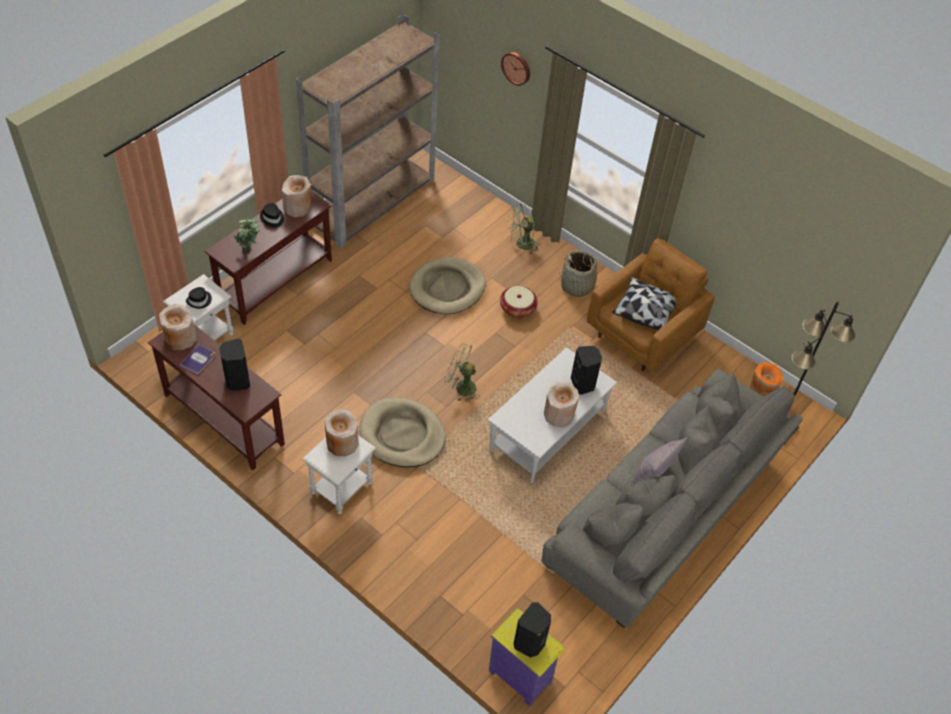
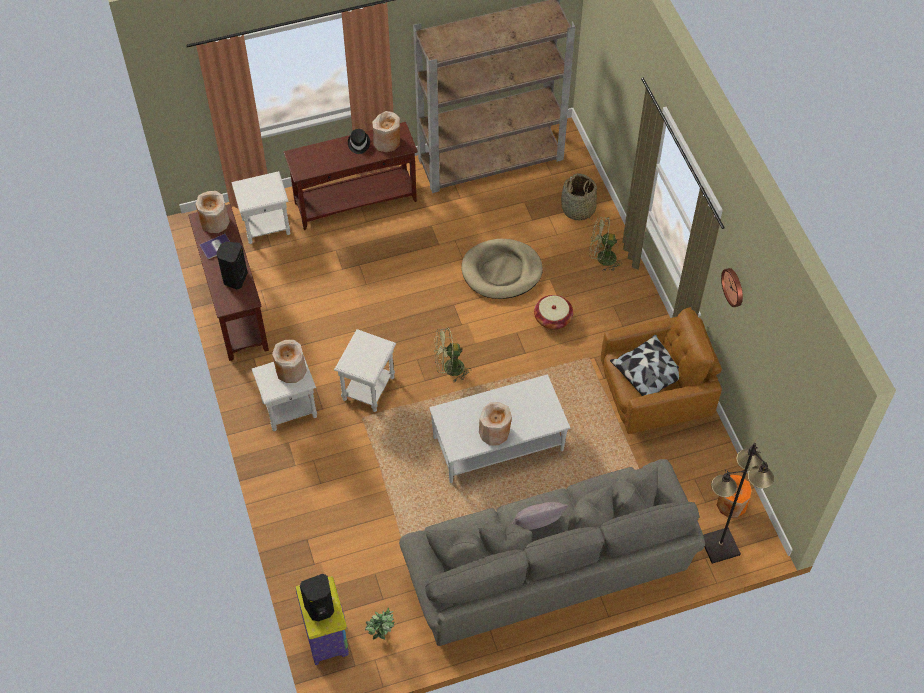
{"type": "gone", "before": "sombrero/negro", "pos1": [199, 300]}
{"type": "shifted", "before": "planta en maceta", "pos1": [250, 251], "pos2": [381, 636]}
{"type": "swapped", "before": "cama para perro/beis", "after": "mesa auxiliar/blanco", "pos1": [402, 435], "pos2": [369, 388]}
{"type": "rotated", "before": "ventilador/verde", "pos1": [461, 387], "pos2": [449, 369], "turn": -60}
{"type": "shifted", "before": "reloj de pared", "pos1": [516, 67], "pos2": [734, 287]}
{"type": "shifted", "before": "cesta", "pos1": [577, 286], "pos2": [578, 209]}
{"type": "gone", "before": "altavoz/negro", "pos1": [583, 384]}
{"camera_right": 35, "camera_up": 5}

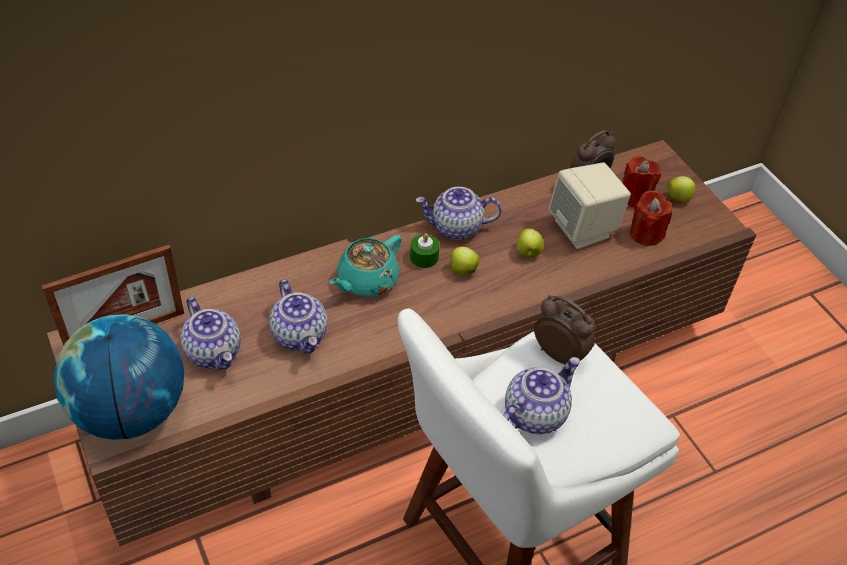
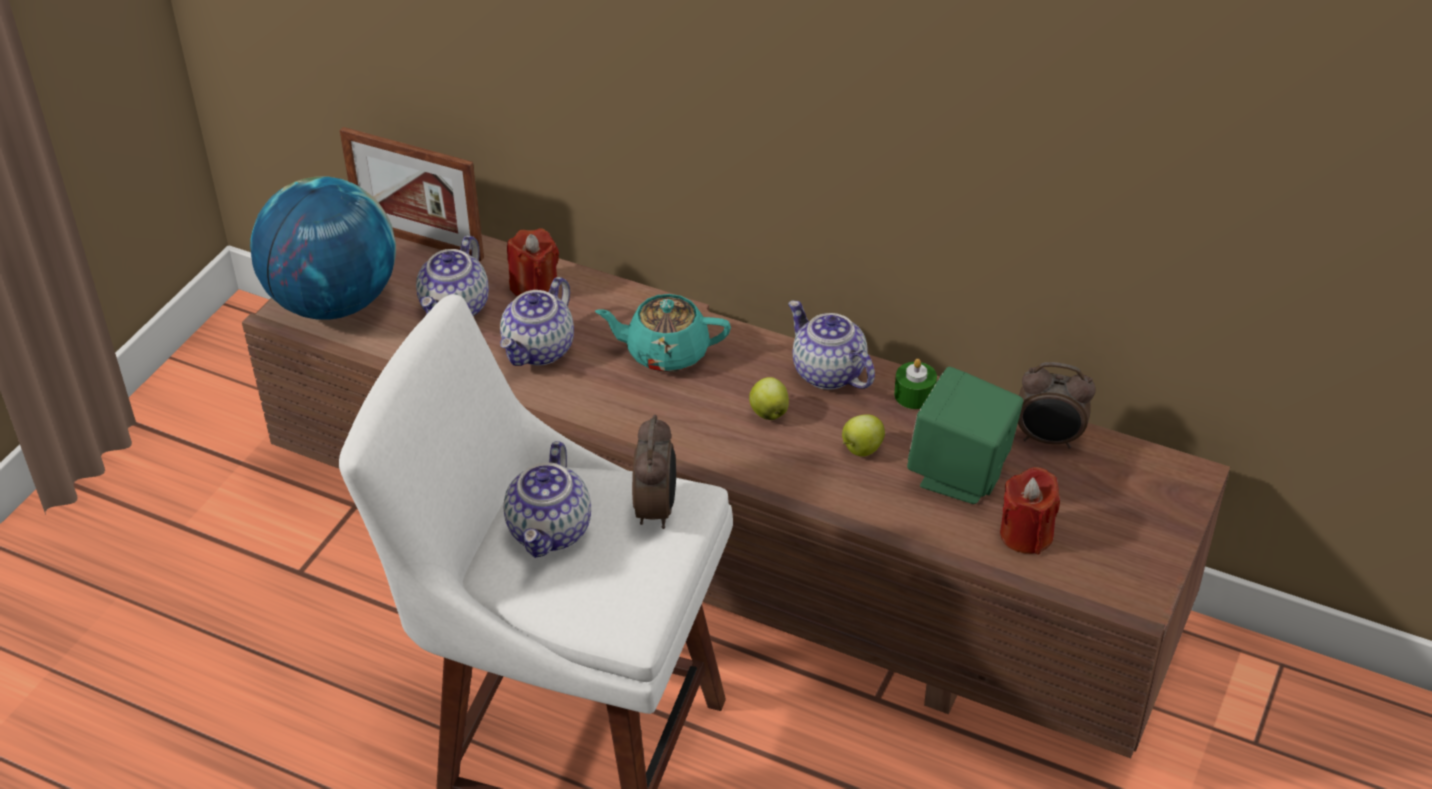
{"type": "shifted", "before": "vela/verde", "pos1": [424, 257], "pos2": [914, 395]}
{"type": "rotated", "before": "tetera", "pos1": [534, 413], "pos2": [551, 531], "turn": 90}
{"type": "repainted", "before": "altavoz/beis", "after": "altavoz/verde", "pos1": [583, 229], "pos2": [960, 475]}
{"type": "shifted", "before": "vela/rojo", "pos1": [635, 196], "pos2": [534, 286]}
{"type": "gone", "before": "manzana", "pos1": [679, 198]}
{"camera_right": 55, "camera_up": -5}

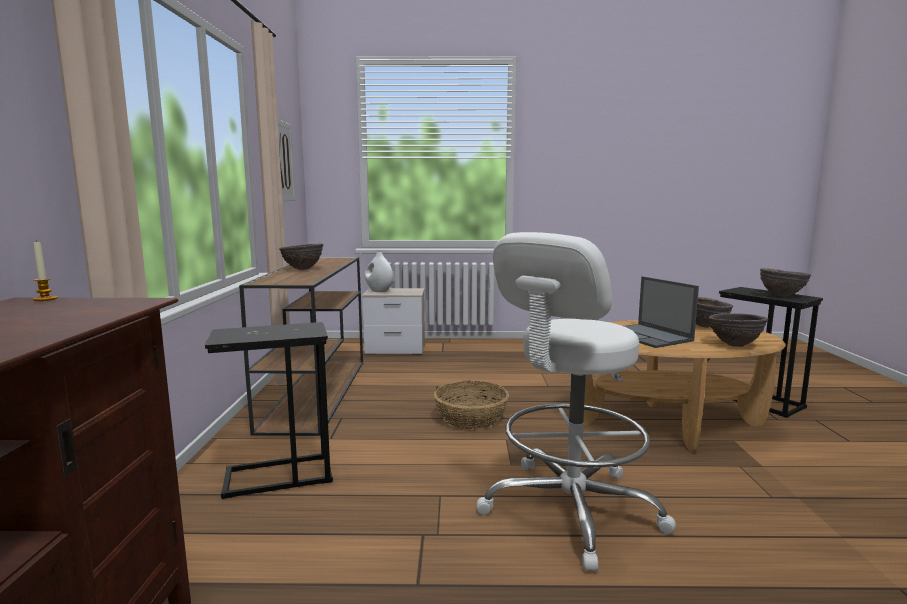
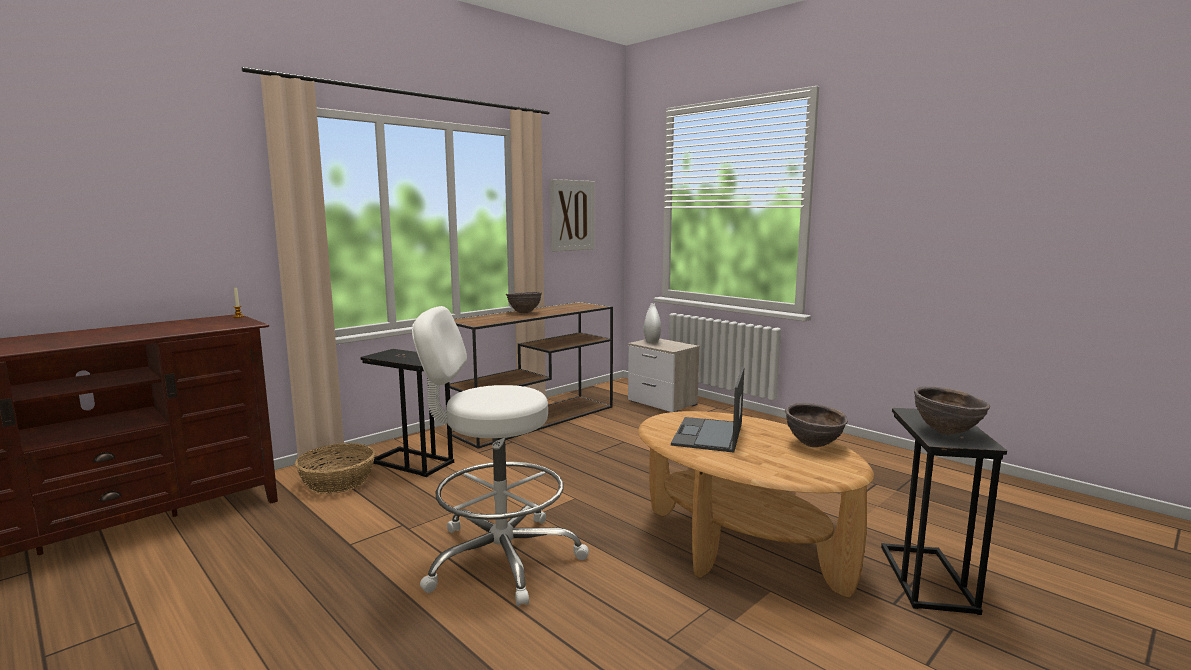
{"type": "shifted", "before": "cesta", "pos1": [471, 418], "pos2": [338, 481]}
{"type": "gone", "before": "cuenco/marrón", "pos1": [734, 345]}
{"camera_right": 45, "camera_up": 0}

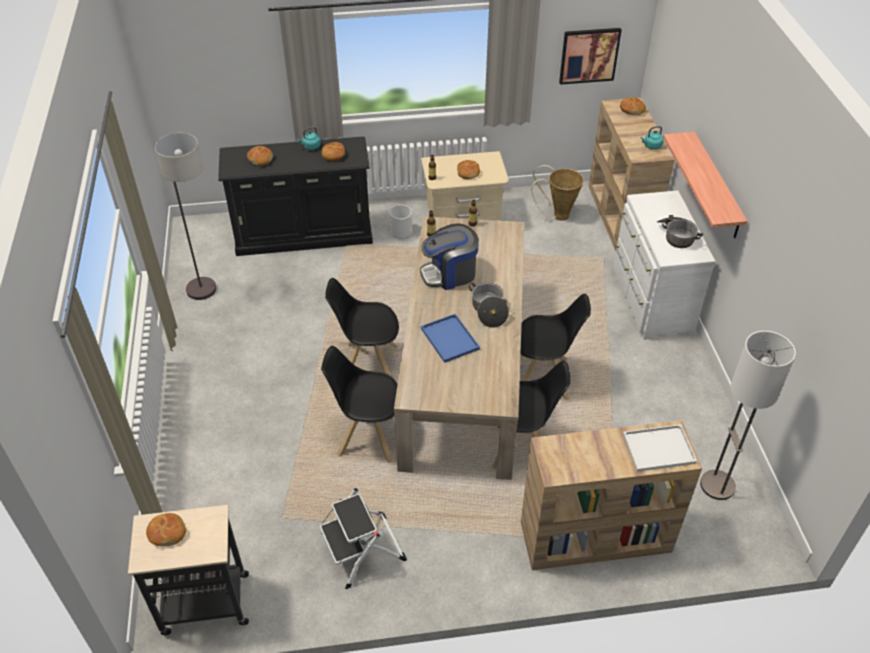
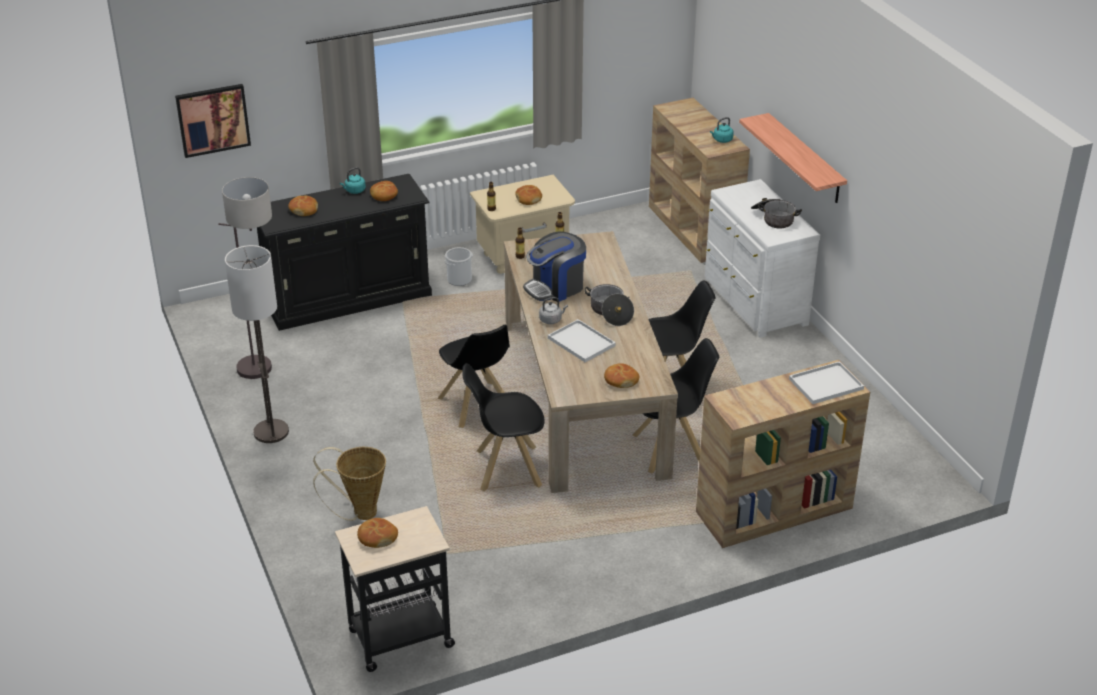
{"type": "gone", "before": "escalera de tijera", "pos1": [362, 548]}
{"type": "rotated", "before": "silla/negro", "pos1": [367, 363], "pos2": [477, 406], "turn": -105}
{"type": "repainted", "before": "bandeja/azul", "after": "bandeja/blanco", "pos1": [451, 339], "pos2": [582, 342]}
{"type": "shifted", "before": "cesta", "pos1": [557, 215], "pos2": [359, 513]}
{"type": "shifted", "before": "cuadro", "pos1": [589, 55], "pos2": [213, 120]}
{"type": "shifted", "before": "pan", "pos1": [631, 110], "pos2": [621, 380]}
{"type": "shifted", "before": "lámpara de pie", "pos1": [717, 485], "pos2": [271, 432]}
{"type": "new", "after": "hervidor/gris", "pos2": [551, 320]}
{"camera_right": -15, "camera_up": -10}

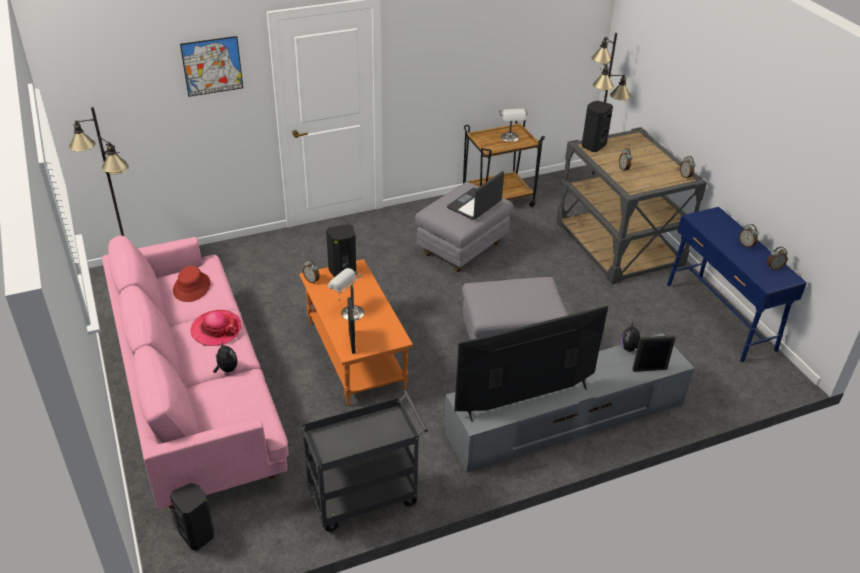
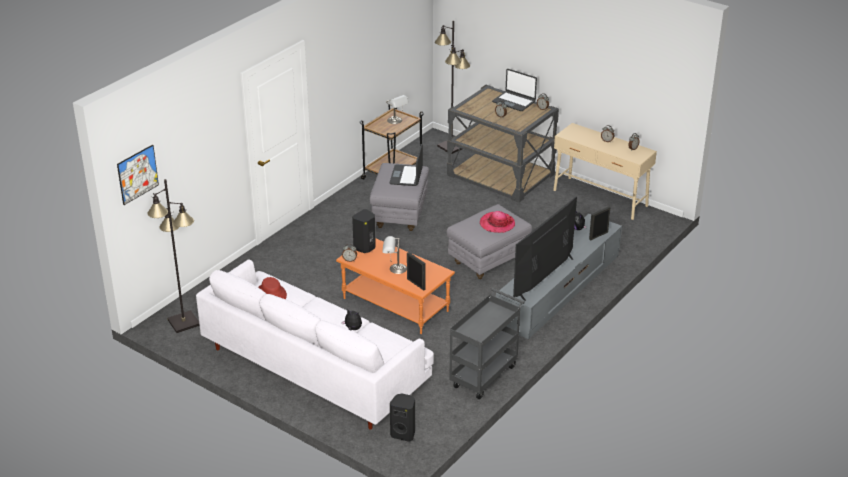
{"type": "repainted", "before": "sofá/rosa", "after": "sofá/blanco", "pos1": [196, 395], "pos2": [315, 368]}
{"type": "shifted", "before": "cuadro", "pos1": [212, 66], "pos2": [137, 174]}
{"type": "shifted", "before": "sombrero", "pos1": [216, 330], "pos2": [497, 224]}
{"type": "gone", "before": "altavoz/negro", "pos1": [592, 146]}
{"type": "repainted", "before": "mesa consola/azul", "after": "mesa consola/beis", "pos1": [719, 317], "pos2": [600, 199]}
{"type": "new", "after": "portátil", "pos2": [514, 101]}
{"camera_right": -30, "camera_up": -5}

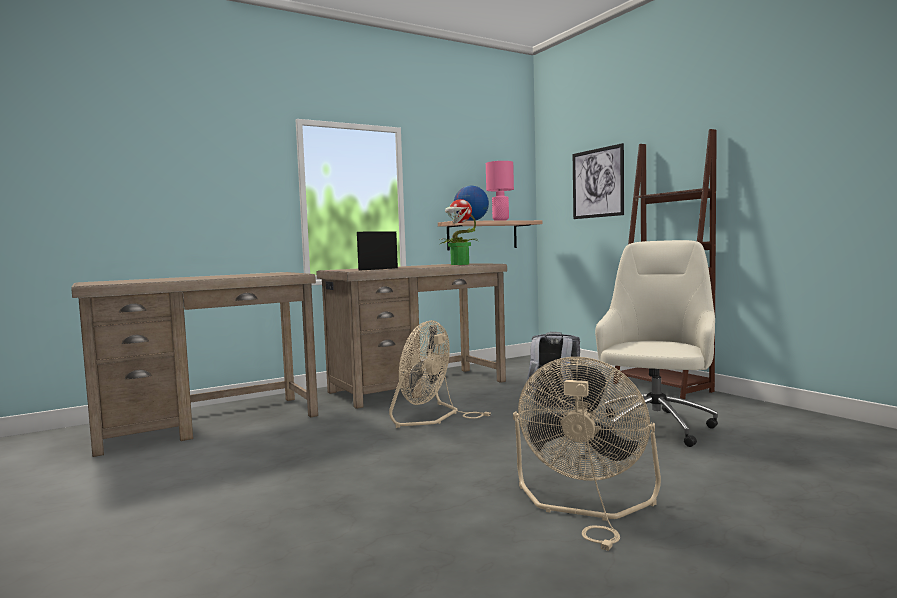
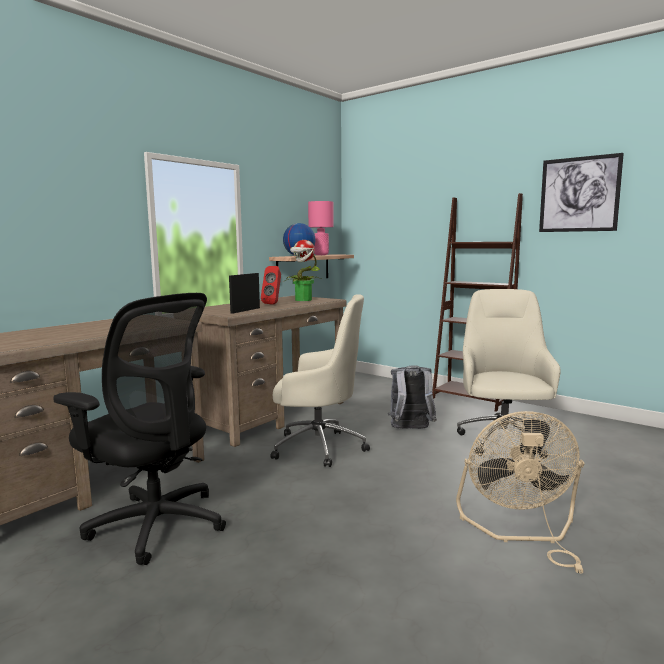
{"type": "swapped", "before": "ventilador/beis", "after": "silla de oficina/beis", "pos1": [437, 416], "pos2": [319, 448]}
{"type": "shifted", "before": "cuadro", "pos1": [597, 183], "pos2": [579, 194]}
{"type": "new", "after": "silla de oficina/negro", "pos2": [151, 523]}
{"type": "new", "after": "altavoz/rojo", "pos2": [273, 304]}
{"camera_right": -20, "camera_up": 5}

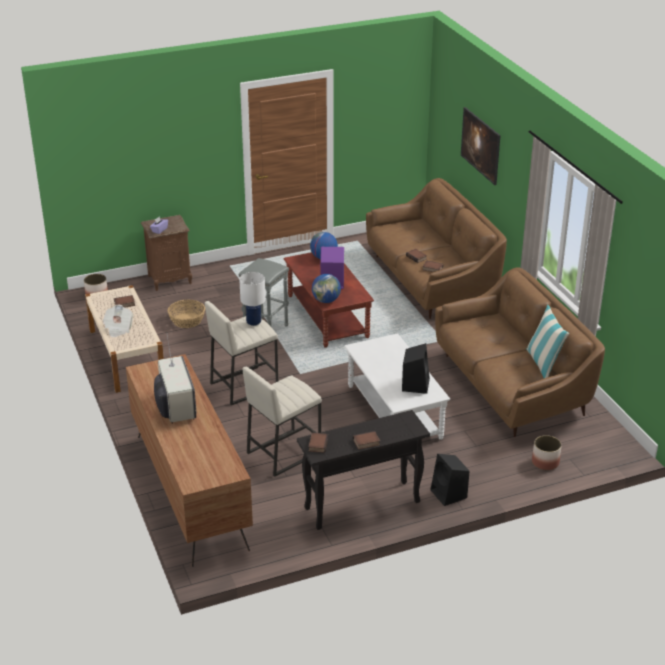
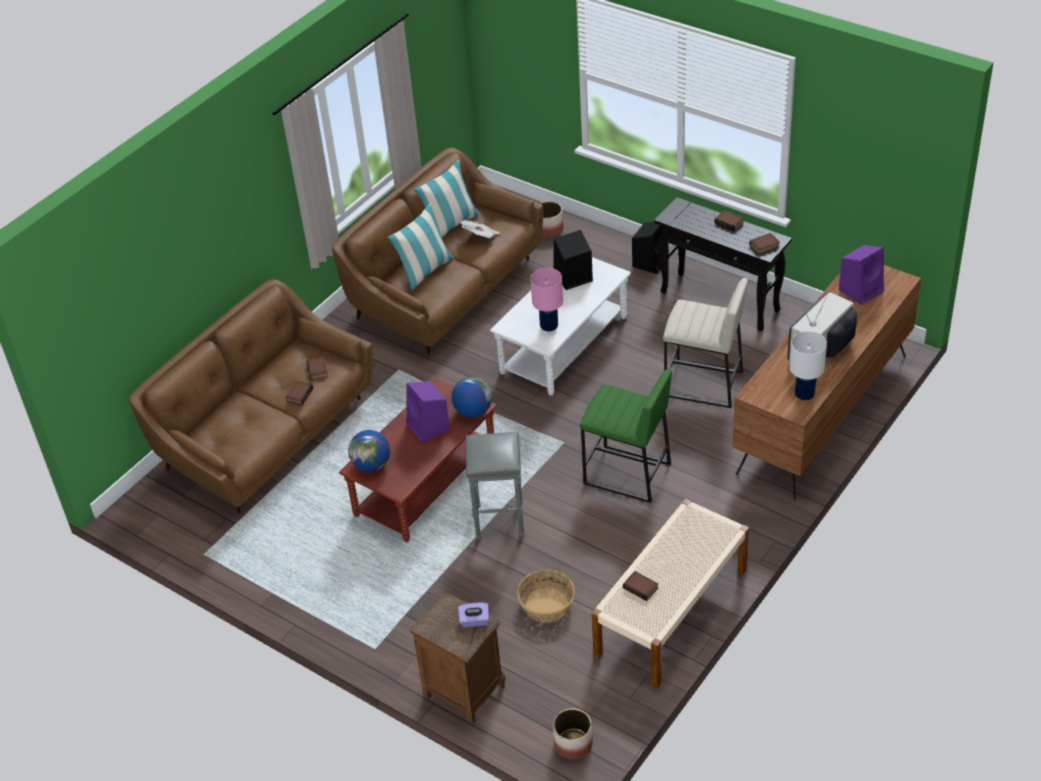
{"type": "shifted", "before": "periódico", "pos1": [118, 328], "pos2": [481, 237]}
{"type": "repainted", "before": "taburete/beis", "after": "taburete/verde", "pos1": [244, 385], "pos2": [627, 473]}
{"type": "shifted", "before": "lámpara de mesa/blanco", "pos1": [254, 323], "pos2": [804, 395]}
{"type": "gone", "before": "cuadro", "pos1": [479, 157]}
{"type": "new", "after": "cojín", "pos2": [425, 271]}
{"type": "new", "after": "lámpara de mesa/rosa", "pos2": [549, 327]}
{"type": "new", "after": "altavoz/morado", "pos2": [861, 290]}
{"camera_right": -120, "camera_up": 10}

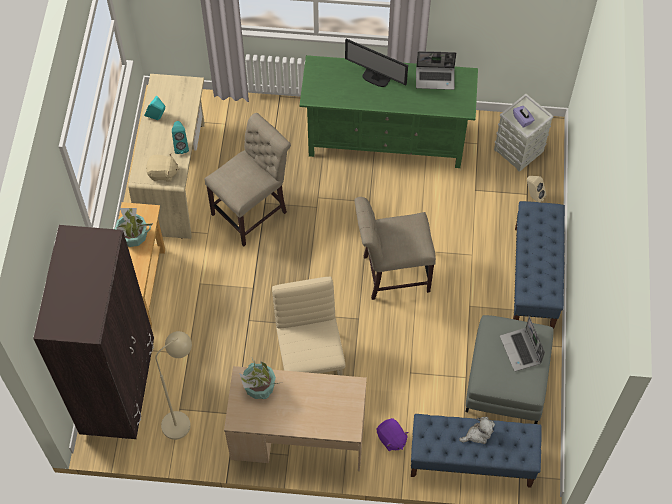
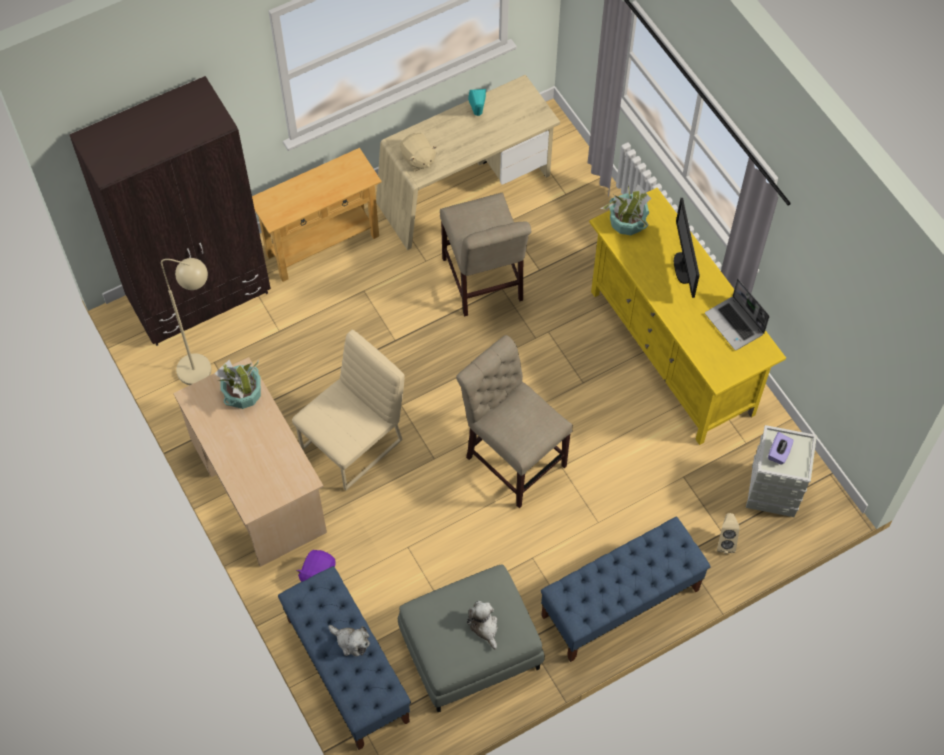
{"type": "shifted", "before": "planta en maceta", "pos1": [133, 235], "pos2": [627, 222]}
{"type": "gone", "before": "altavoz/turquesa", "pos1": [181, 146]}
{"type": "rotated", "before": "silla/beis", "pos1": [253, 211], "pos2": [483, 284], "turn": 60}
{"type": "repainted", "before": "cómoda/verde", "after": "cómoda/amarillo", "pos1": [386, 141], "pos2": [671, 352]}
{"type": "swapped", "before": "portátil", "after": "peluche", "pos1": [521, 350], "pos2": [484, 626]}
{"camera_right": 55, "camera_up": 0}

